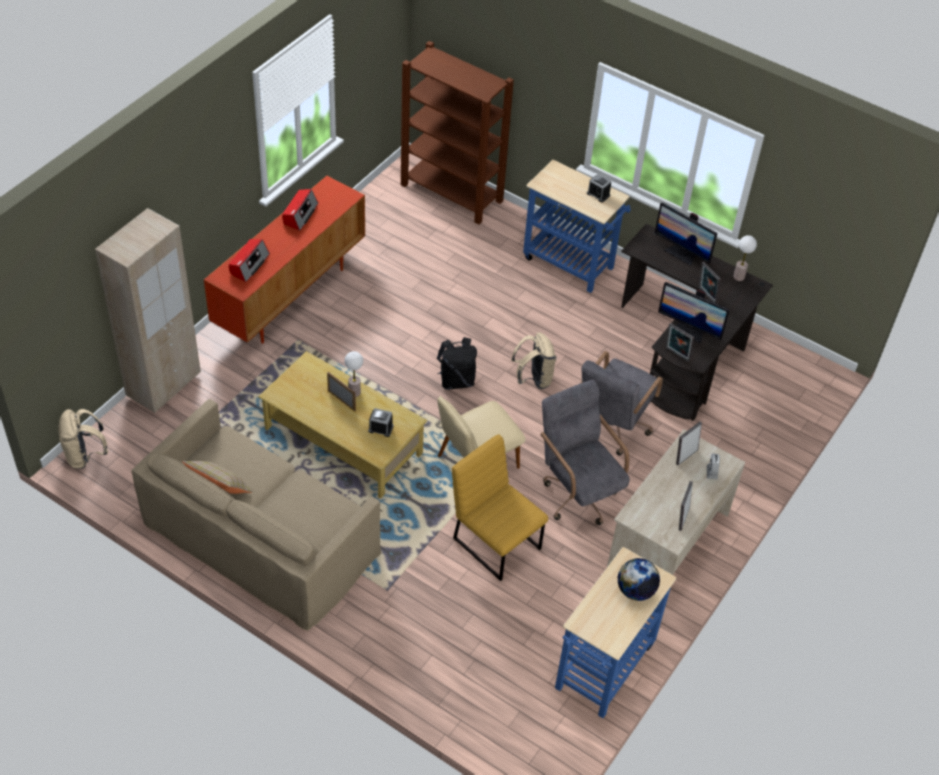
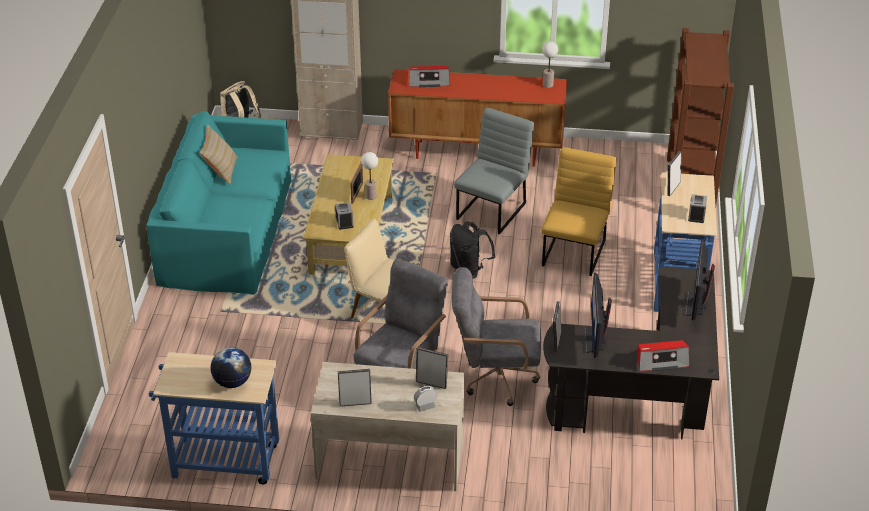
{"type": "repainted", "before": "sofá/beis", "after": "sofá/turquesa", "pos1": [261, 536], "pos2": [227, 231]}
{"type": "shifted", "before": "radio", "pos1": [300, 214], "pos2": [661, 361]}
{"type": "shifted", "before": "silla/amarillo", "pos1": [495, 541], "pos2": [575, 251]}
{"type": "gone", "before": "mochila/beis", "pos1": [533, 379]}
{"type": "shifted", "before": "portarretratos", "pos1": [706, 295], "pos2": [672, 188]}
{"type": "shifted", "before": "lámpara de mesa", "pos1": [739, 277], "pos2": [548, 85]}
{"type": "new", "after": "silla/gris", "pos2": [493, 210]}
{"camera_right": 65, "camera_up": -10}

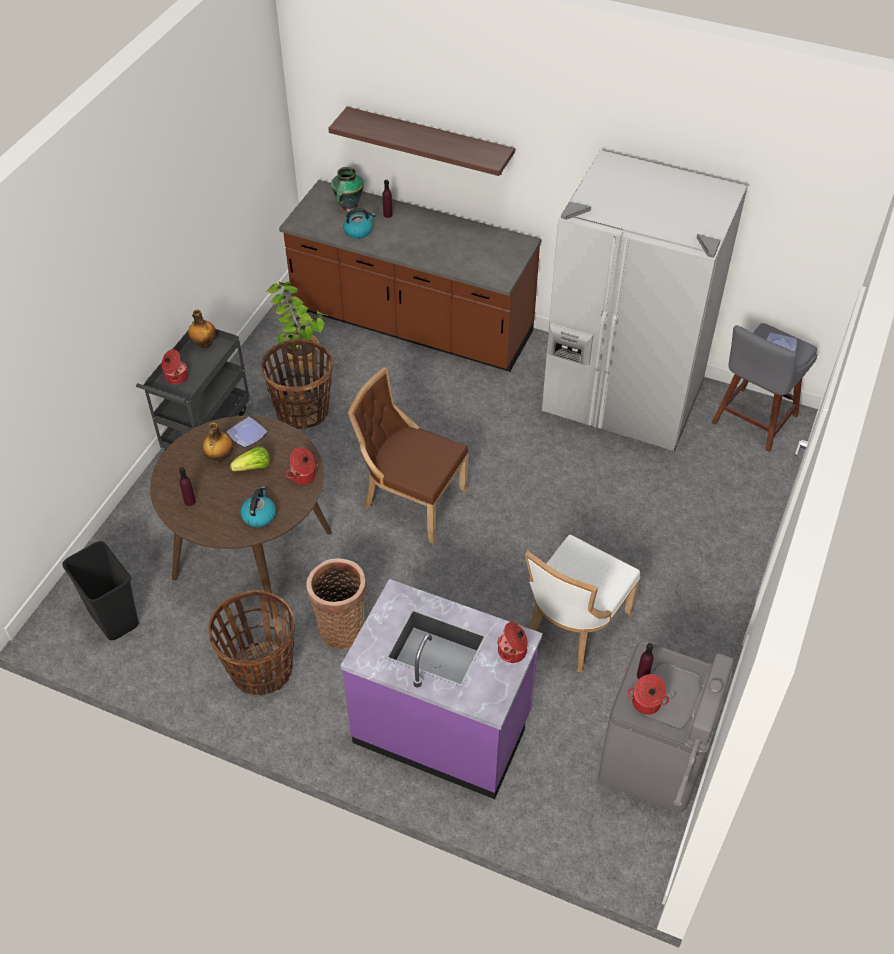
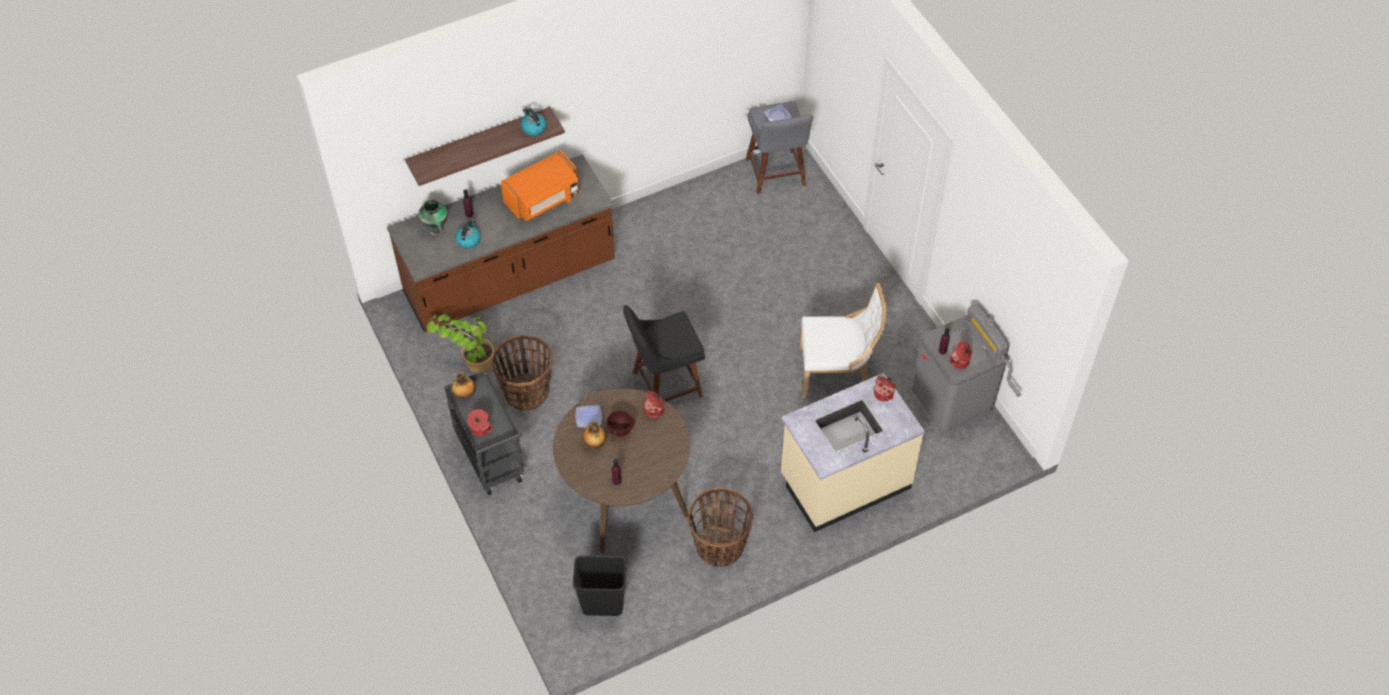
{"type": "swapped", "before": "lechuga", "after": "cuenco/marrón", "pos1": [253, 468], "pos2": [621, 431]}
{"type": "shifted", "before": "hervidor", "pos1": [259, 515], "pos2": [533, 128]}
{"type": "gone", "before": "cesta", "pos1": [341, 627]}
{"type": "repainted", "before": "mueble bajo de cocina/morado", "after": "mueble bajo de cocina/beis", "pos1": [443, 728], "pos2": [844, 481]}
{"type": "swapped", "before": "silla/marrón", "after": "taburete/negro", "pos1": [410, 500], "pos2": [664, 385]}
{"type": "rotated", "before": "silla/blanco", "pos1": [573, 628], "pos2": [836, 372], "turn": -75}
{"type": "gone", "before": "nevera/blanco", "pos1": [622, 400]}
{"type": "new", "after": "microondas/naranja", "pos2": [544, 200]}
{"camera_right": -50, "camera_up": 5}

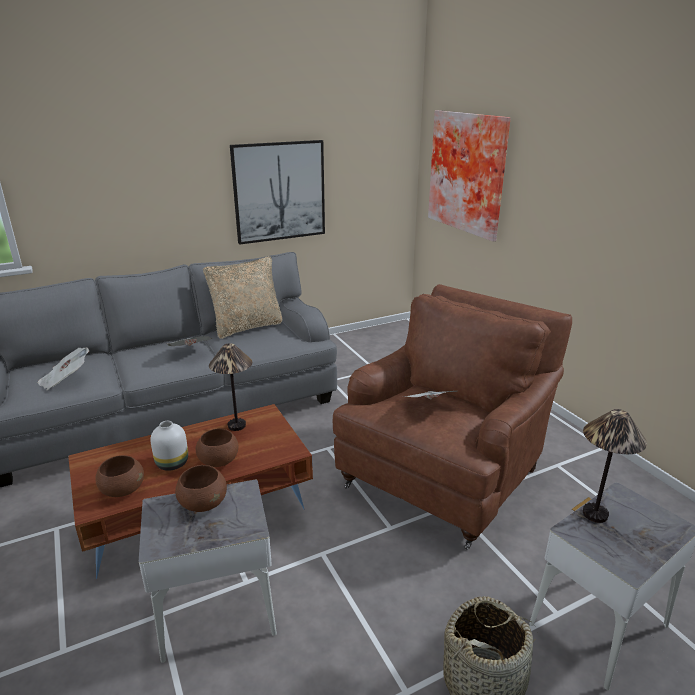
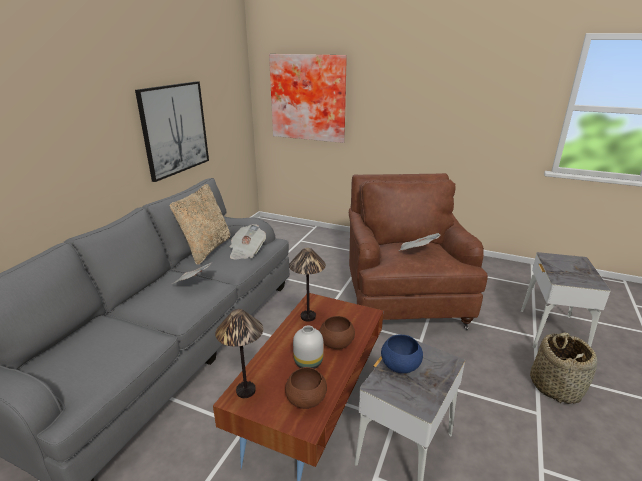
{"type": "shifted", "before": "periódico", "pos1": [65, 380], "pos2": [246, 251]}
{"type": "repainted", "before": "cuenco/marrón", "after": "cuenco/azul", "pos1": [203, 503], "pos2": [400, 366]}
{"type": "shifted", "before": "lámpara de mesa", "pos1": [594, 514], "pos2": [245, 391]}
{"camera_right": -40, "camera_up": 0}

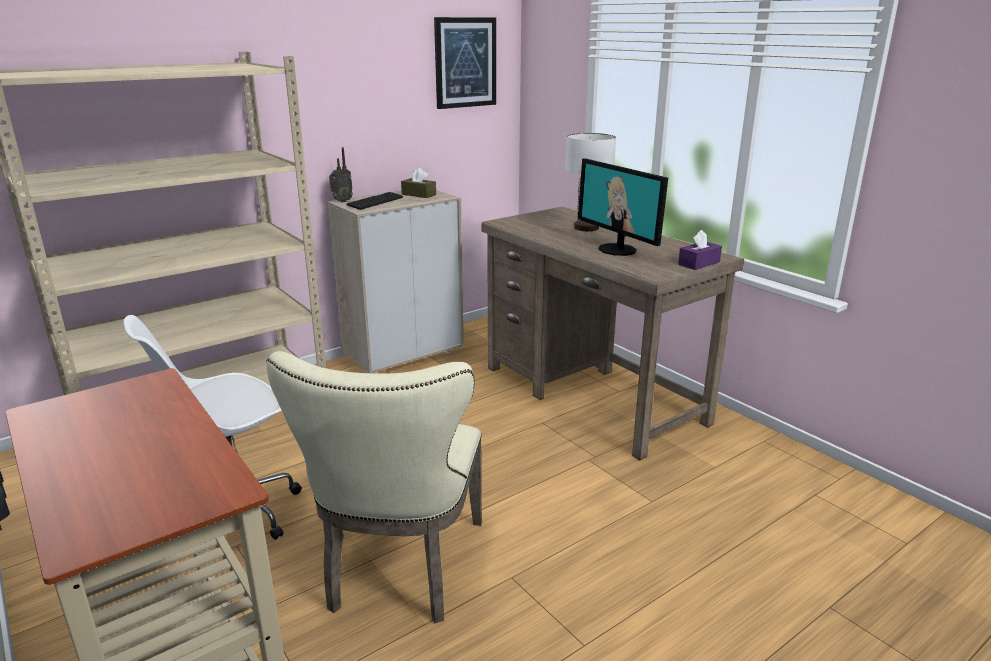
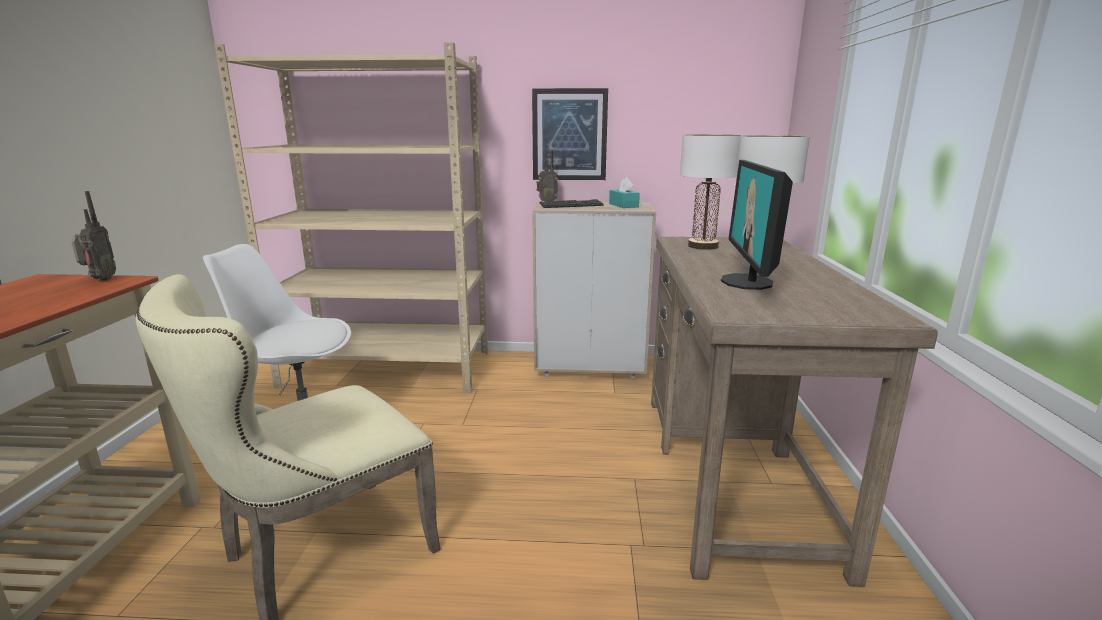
{"type": "repainted", "before": "caja de pañuelos/marrón", "after": "caja de pañuelos/turquesa", "pos1": [419, 194], "pos2": [623, 205]}
{"type": "shifted", "before": "cuadro", "pos1": [465, 62], "pos2": [569, 135]}
{"type": "gone", "before": "caja de pañuelos/morado", "pos1": [699, 263]}
{"type": "new", "after": "radio", "pos2": [100, 280]}
{"type": "new", "after": "lámpara de mesa", "pos2": [702, 246]}
{"camera_right": 40, "camera_up": -5}

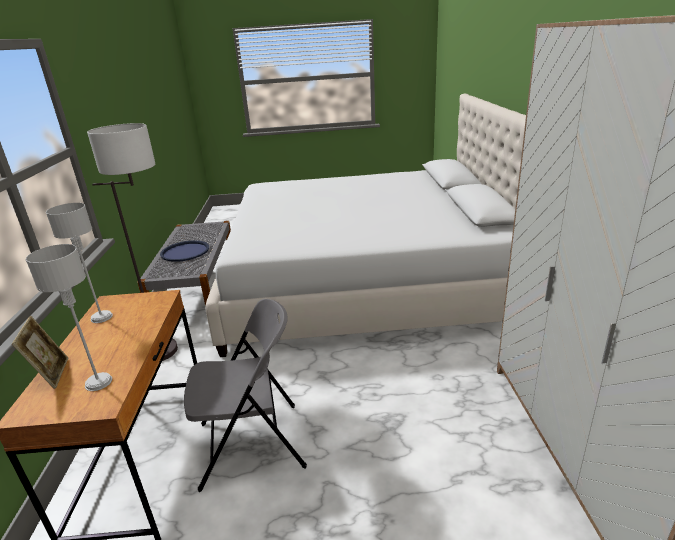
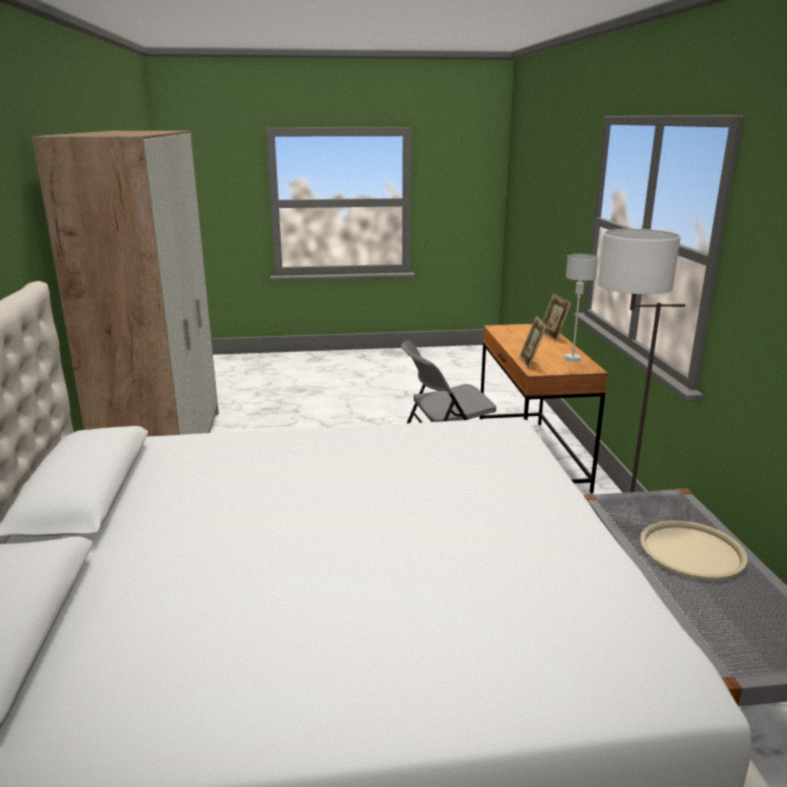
{"type": "gone", "before": "lámpara de mesa/gris", "pos1": [99, 382]}
{"type": "repainted", "before": "bandeja/azul", "after": "bandeja/beis", "pos1": [185, 251], "pos2": [692, 551]}
{"type": "new", "after": "portarretratos", "pos2": [530, 362]}
{"camera_right": 175, "camera_up": -5}

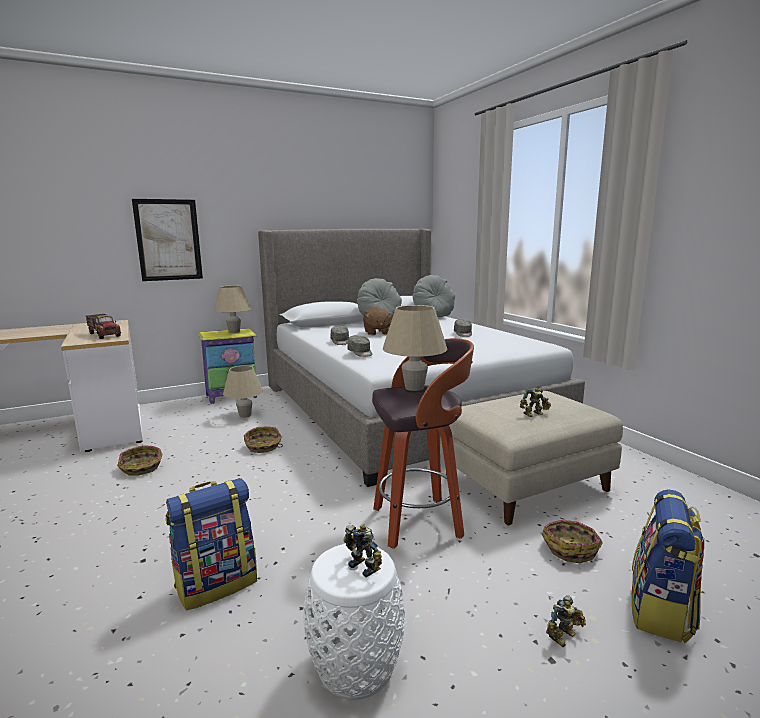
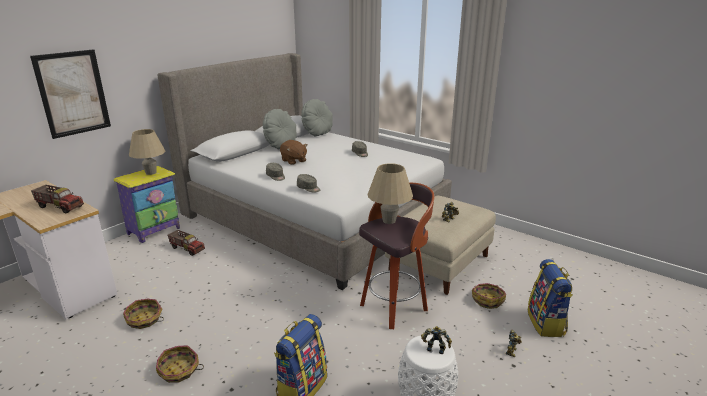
{"type": "swapped", "before": "lámpara de mesa/beis", "after": "camión de juguete", "pos1": [245, 415], "pos2": [187, 248]}
{"type": "shifted", "before": "cesta", "pos1": [263, 446], "pos2": [179, 371]}
{"camera_right": -25, "camera_up": 10}

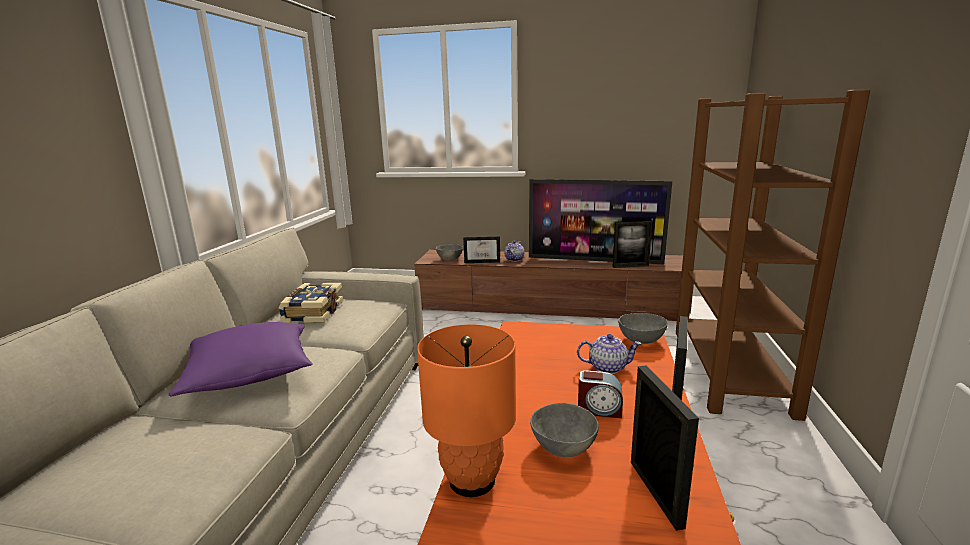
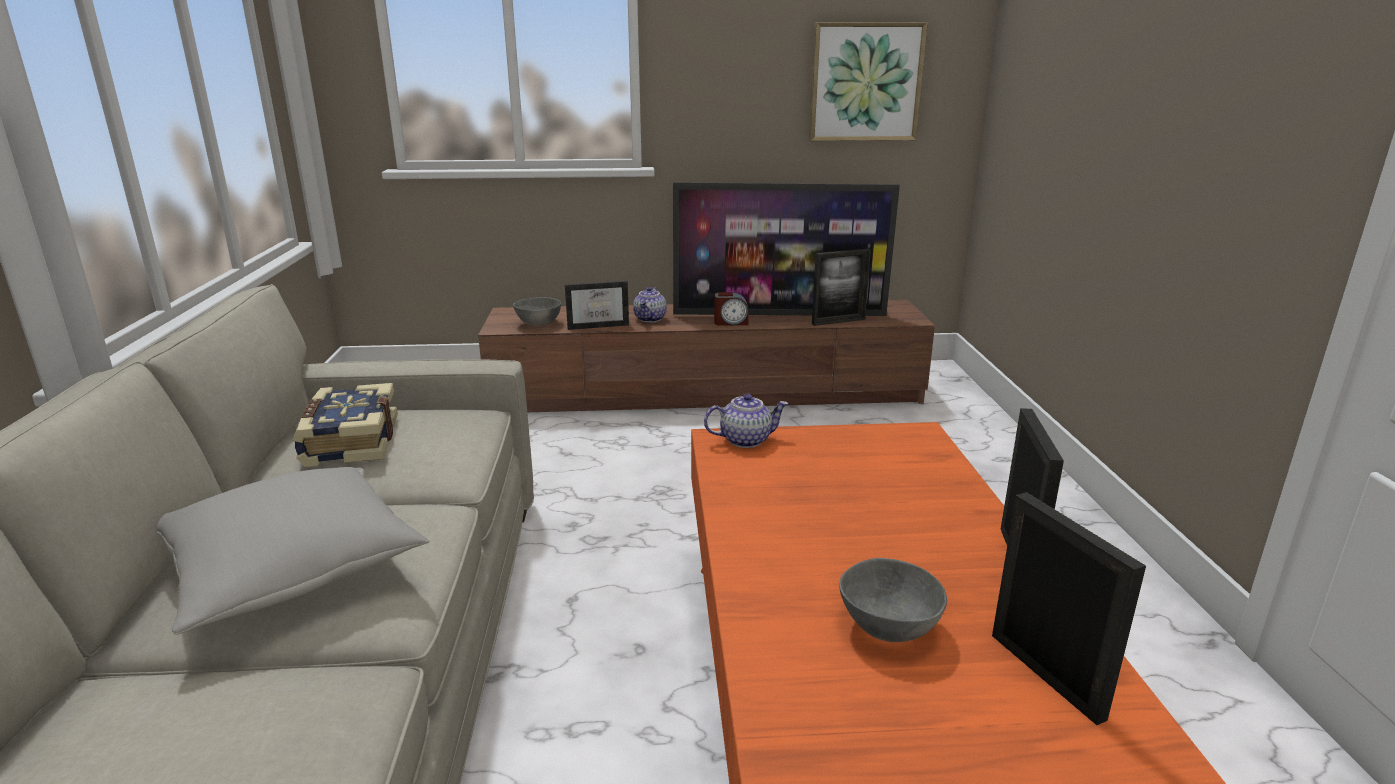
{"type": "repainted", "before": "cojín/morado", "after": "cojín/gris", "pos1": [249, 373], "pos2": [291, 569]}
{"type": "gone", "before": "lámpara de mesa/naranja", "pos1": [471, 480]}
{"type": "shifted", "before": "tetera", "pos1": [608, 367], "pos2": [746, 440]}
{"type": "shifted", "before": "despertador", "pos1": [599, 409], "pos2": [731, 322]}
{"type": "gone", "before": "cuenco/gris", "pos1": [642, 341]}
{"type": "gone", "before": "estantería/marrón", "pos1": [730, 369]}
{"type": "new", "after": "cuadro", "pos2": [865, 82]}
{"camera_right": -15, "camera_up": 5}

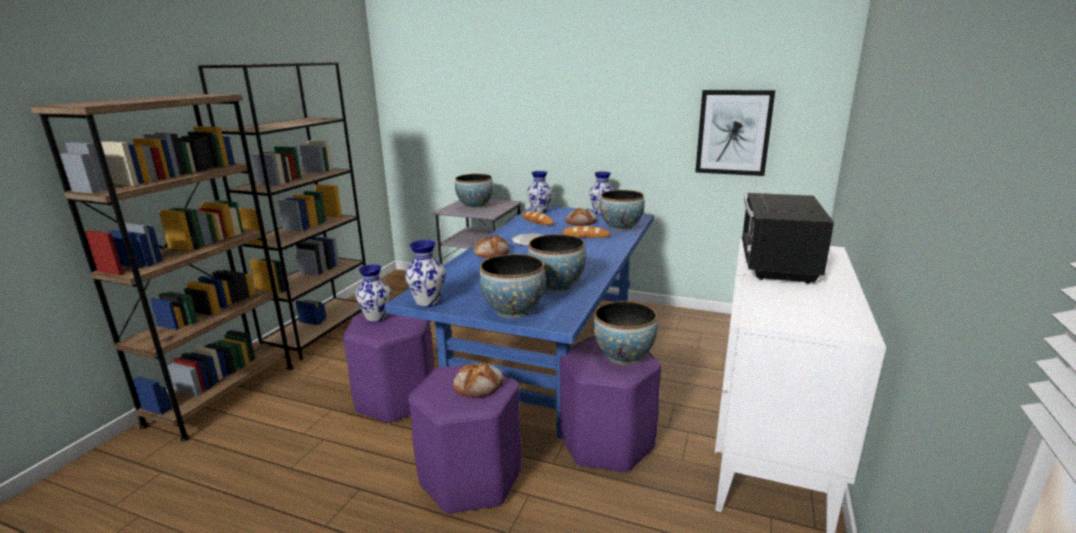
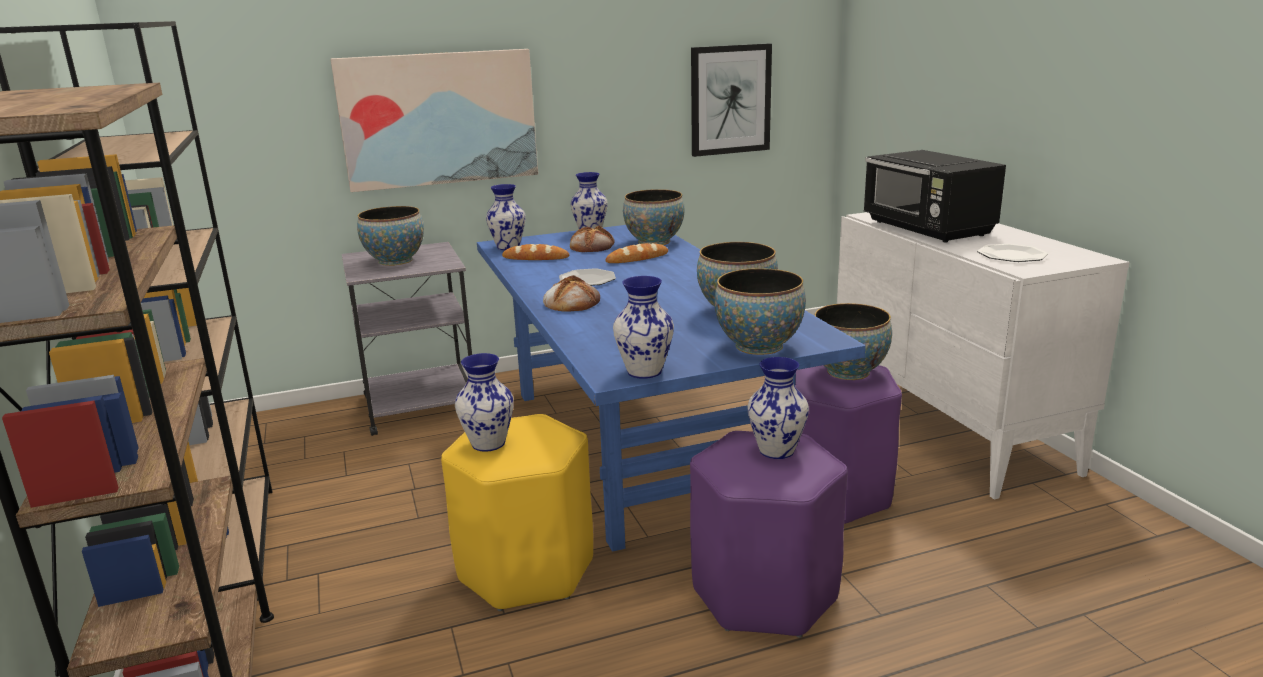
{"type": "repainted", "before": "taburete/morado", "after": "taburete/amarillo", "pos1": [397, 399], "pos2": [526, 569]}
{"type": "swapped", "before": "pan", "after": "florero", "pos1": [479, 384], "pos2": [776, 450]}
{"type": "new", "after": "cuadro", "pos2": [439, 119]}
{"type": "new", "after": "plato", "pos2": [1011, 255]}
{"camera_right": -40, "camera_up": 0}

